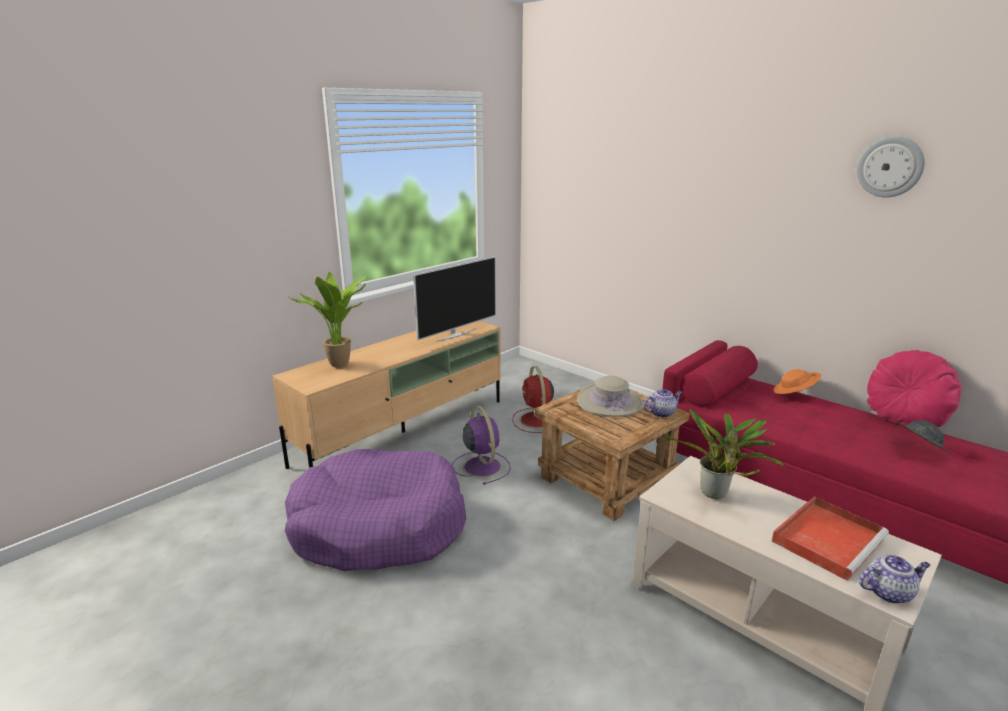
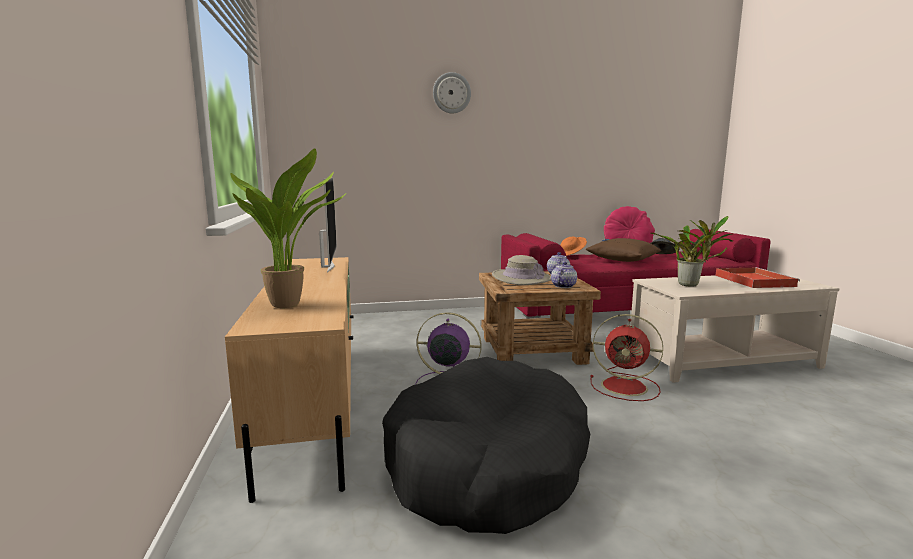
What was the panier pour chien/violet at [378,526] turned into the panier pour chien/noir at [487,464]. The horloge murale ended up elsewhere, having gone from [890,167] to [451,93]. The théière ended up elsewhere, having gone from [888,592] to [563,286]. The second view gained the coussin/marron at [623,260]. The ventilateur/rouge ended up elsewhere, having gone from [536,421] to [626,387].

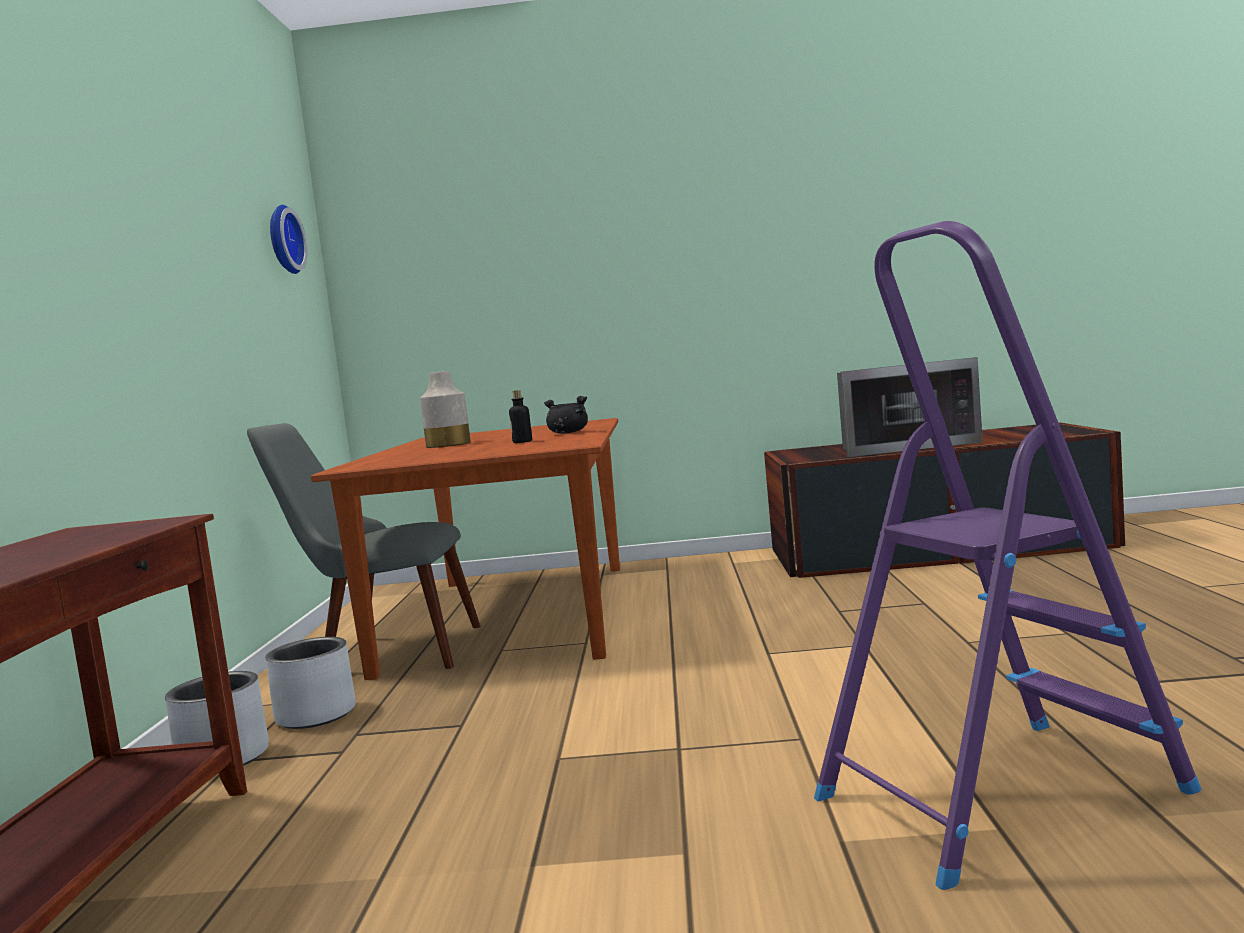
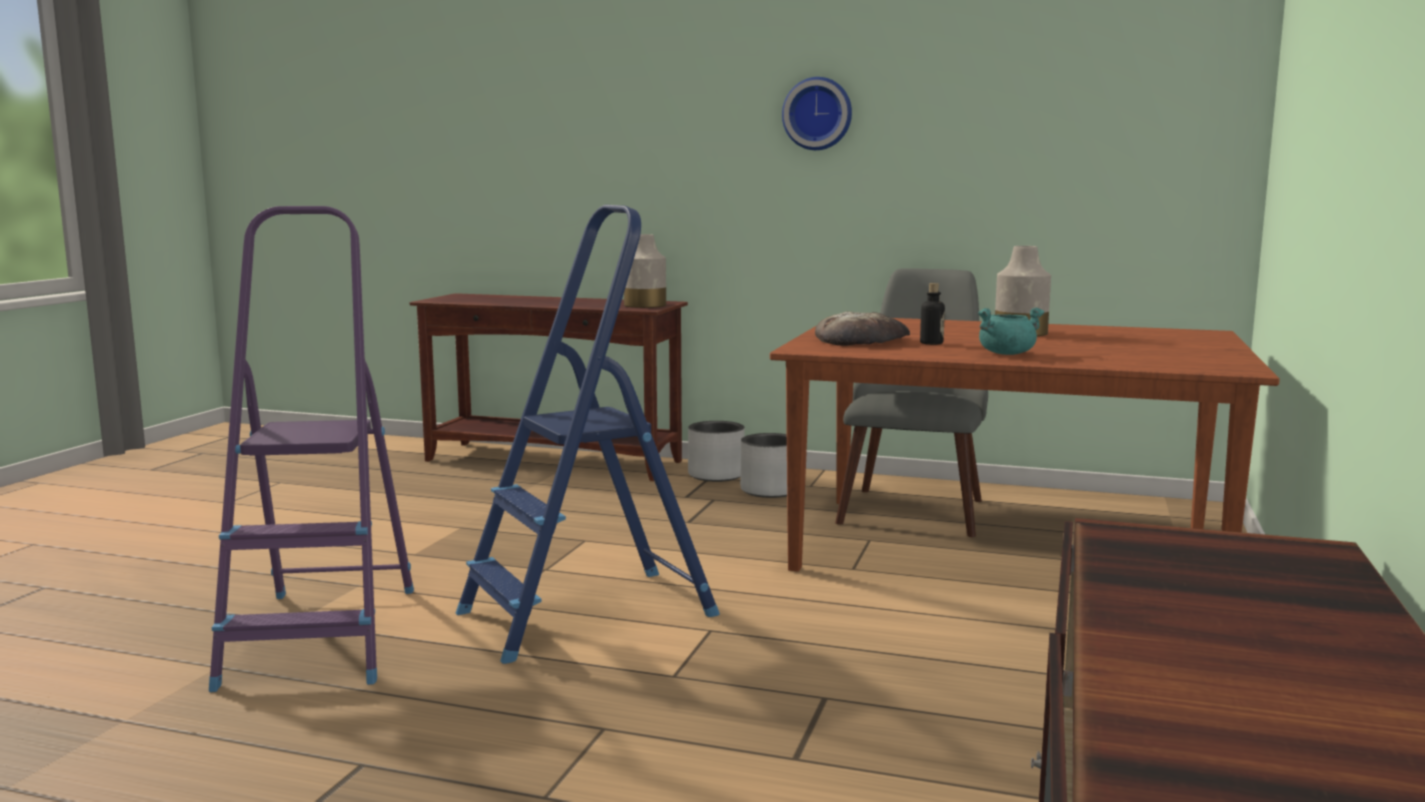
The second view gained the escabeau/bleu at [584,614]. The second view gained the vase/beige at [644,305]. The horloge murale ended up elsewhere, having gone from [282,240] to [818,114]. The second view gained the pain at [861,340]. What was the marmite/noir at [567,433] turned into the marmite/turquoise at [1007,353]. The second view lost the micro-ondes at [903,446].

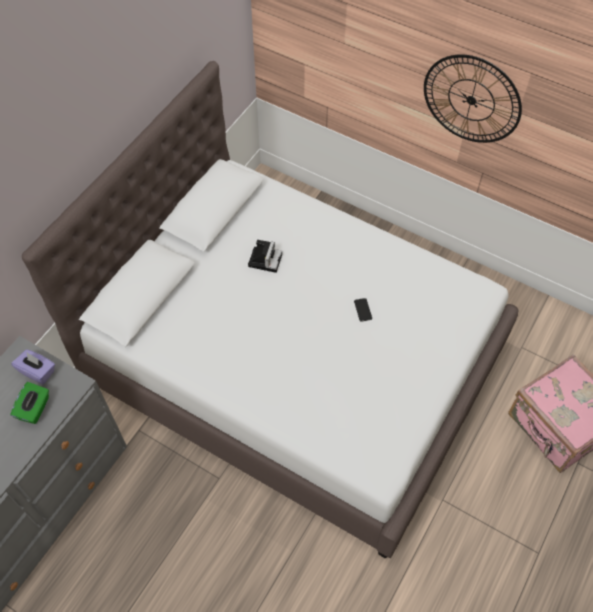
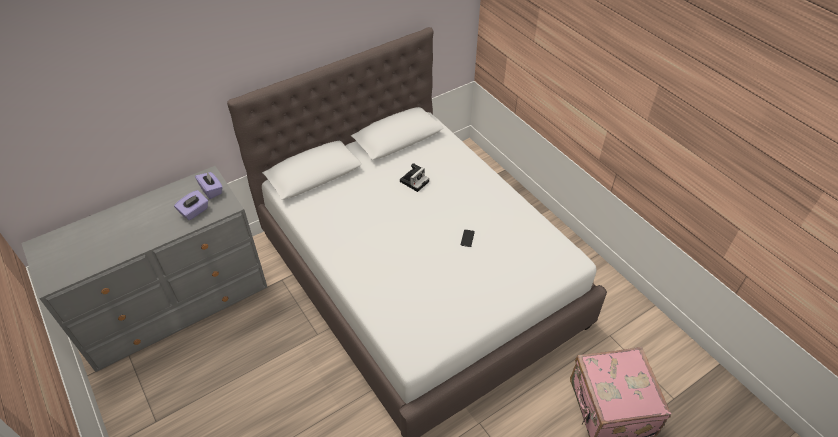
What was the boîte à mouchoirs/vert at [34,409] turned into the boîte à mouchoirs/violet at [194,211]. The second view lost the horloge murale at [471,100].

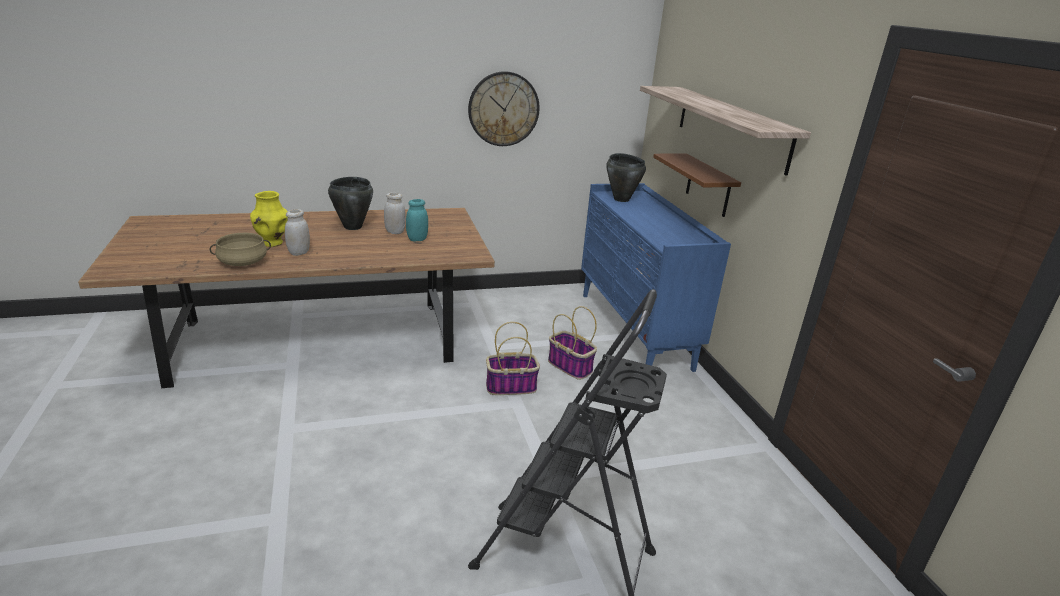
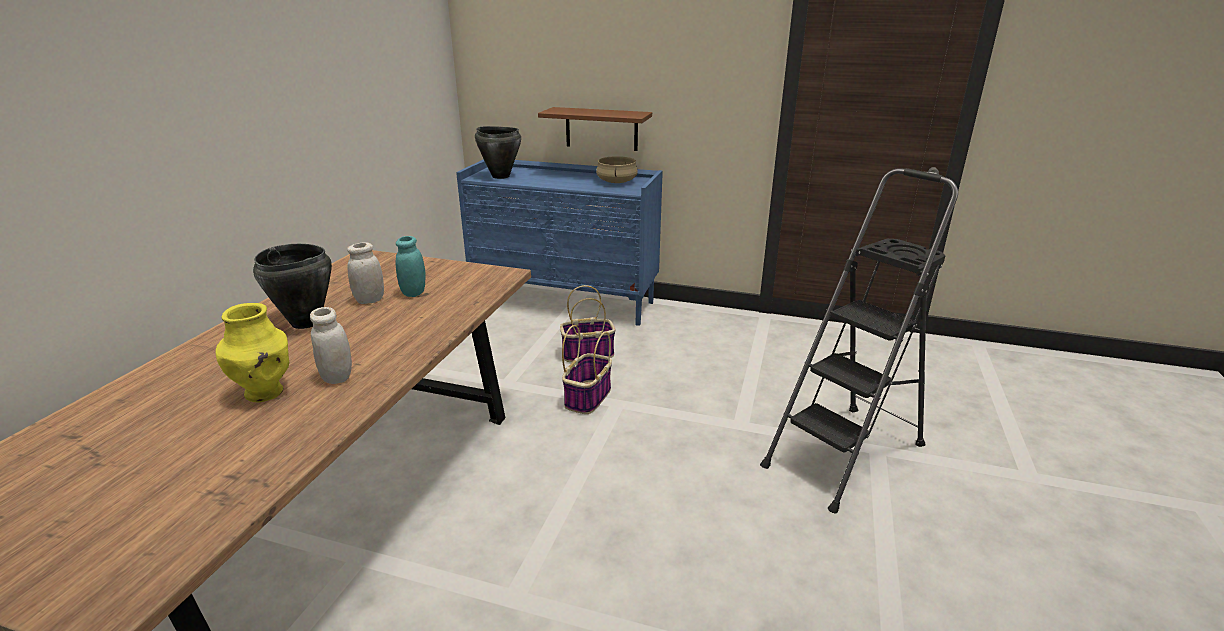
The marmite/beige ended up elsewhere, having gone from [242,263] to [617,182]. The second view lost the horloge murale at [503,109]. The second view lost the étagère at [731,127].

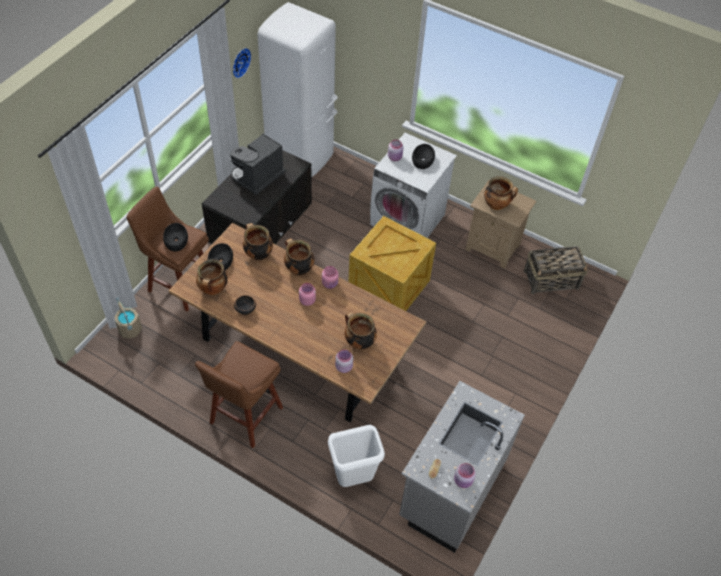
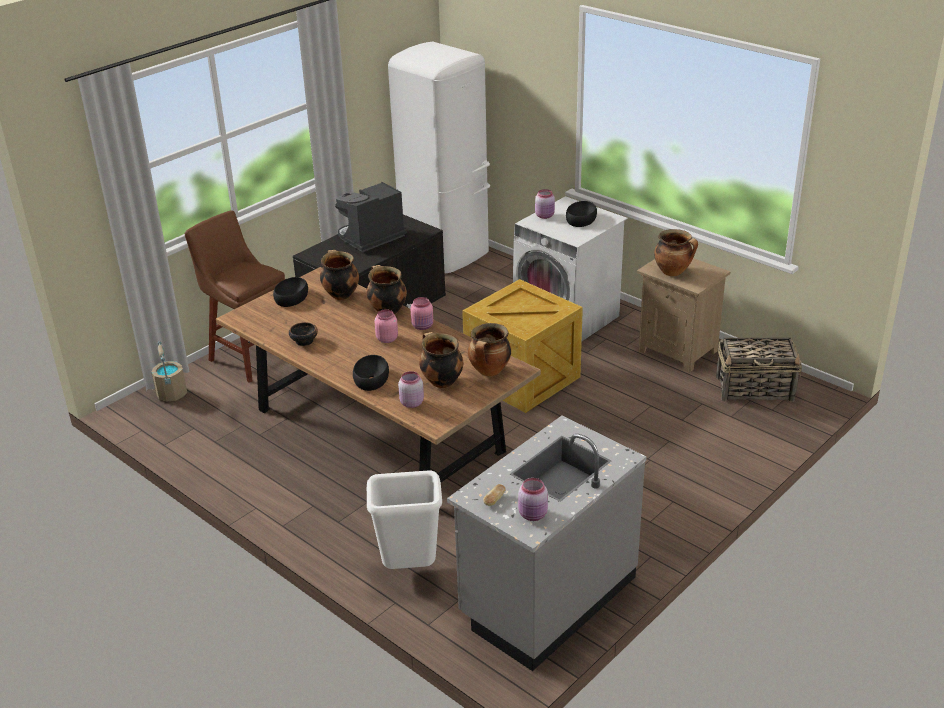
The bol/noir ended up elsewhere, having gone from [175,240] to [370,378]. The marmite ended up elsewhere, having gone from [213,290] to [489,372]. The second view lost the tabouret/marron at [245,416]. The second view lost the horloge murale at [239,62].

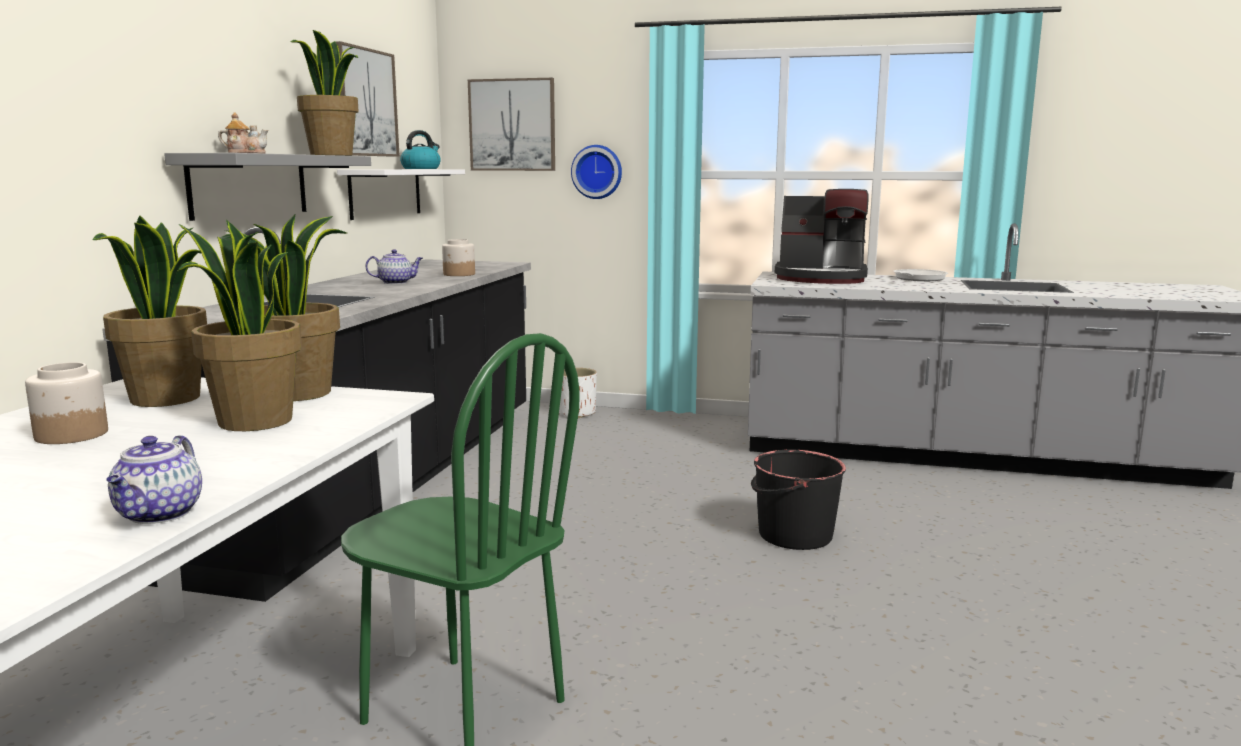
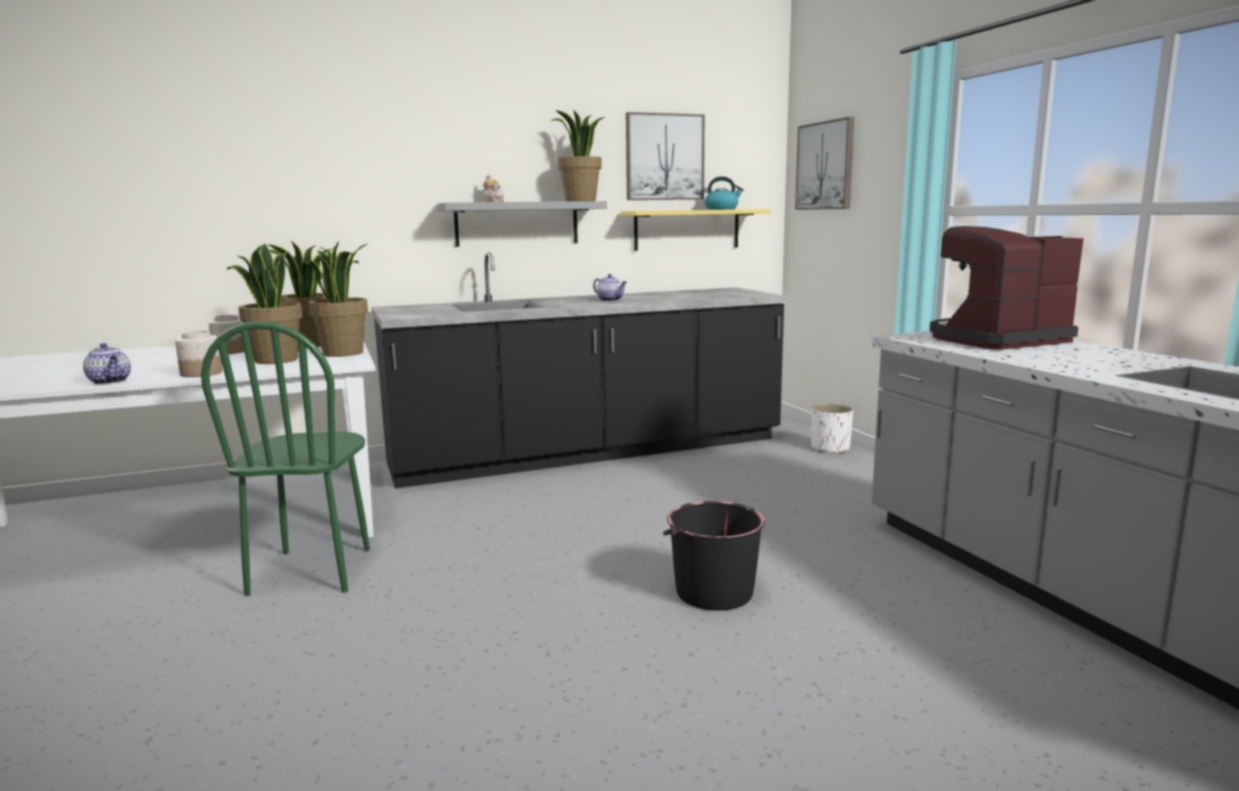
The théière at [159,515] ended up facing another way, 105 degrees counterclockwise from before. The bocal ended up elsewhere, having gone from [459,274] to [201,373]. What was the étagère/blanc at [385,193] turned into the étagère/jaune at [687,229]. The machine à café at [821,278] ended up facing another way, 90 degrees clockwise from before. The second view lost the horloge murale at [597,172]. The second view lost the poêle at [917,279].

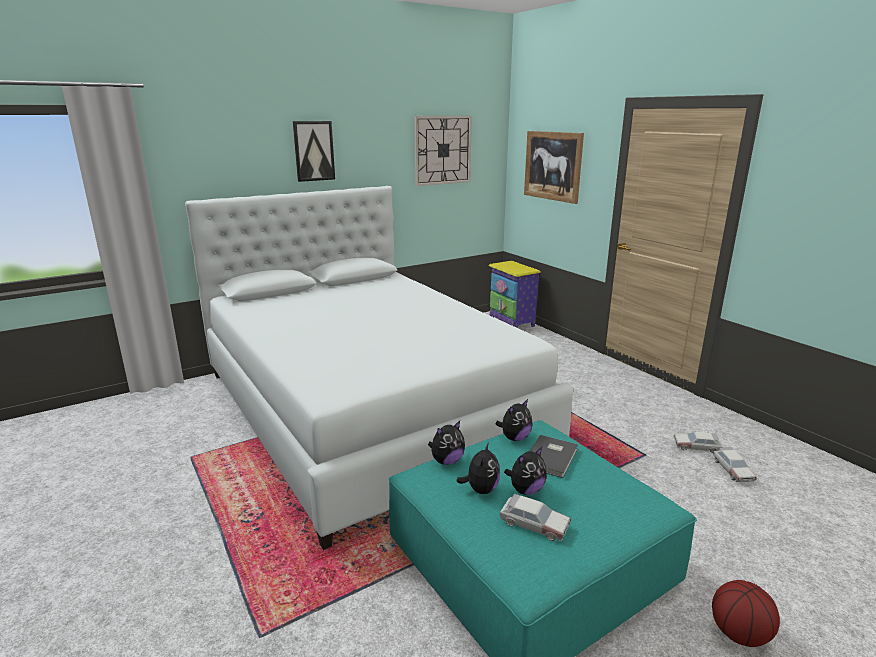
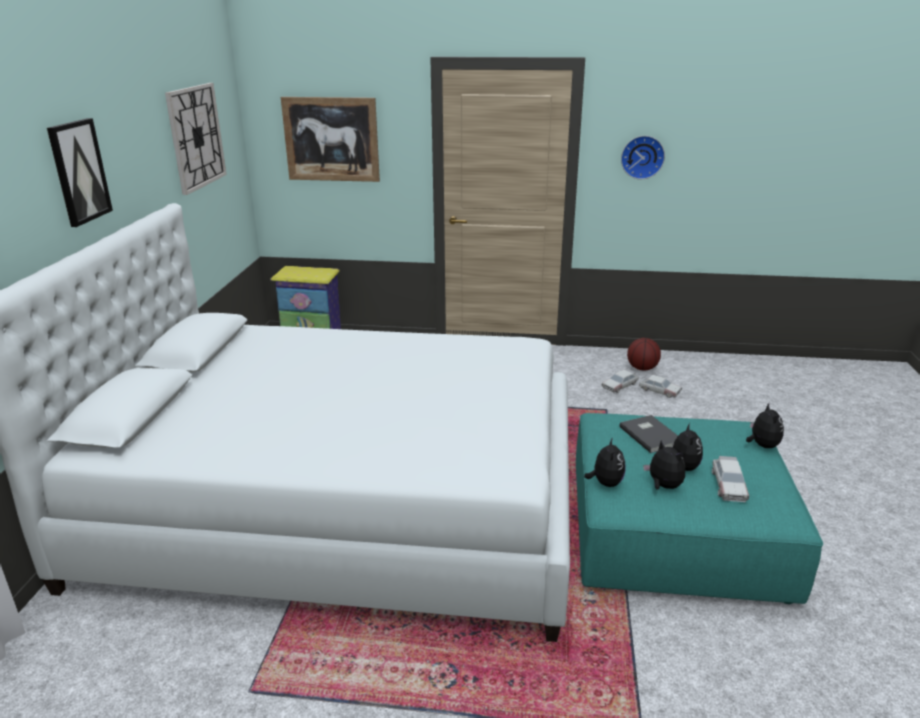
The second view gained the horloge murale at [642,157]. The ballon de basket ended up elsewhere, having gone from [739,634] to [642,368]. The petite voiture at [533,524] ended up facing another way, 120 degrees clockwise from before. The peluche ended up elsewhere, having gone from [514,438] to [762,445].

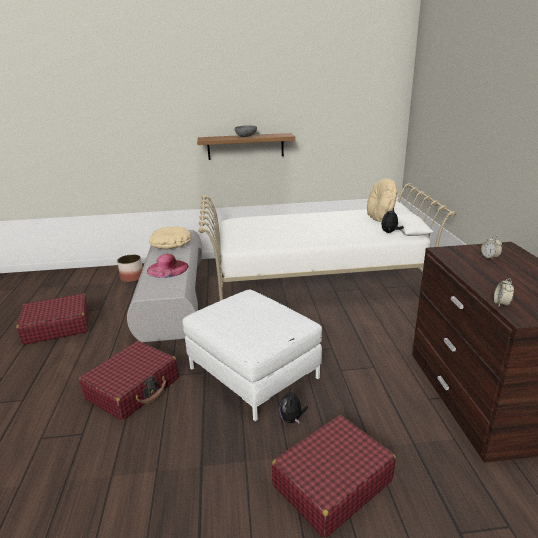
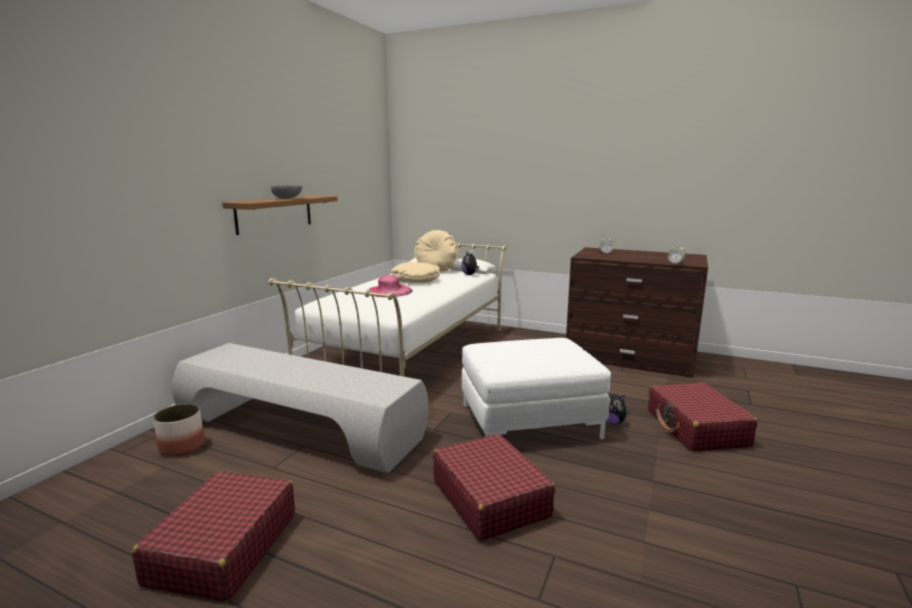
The chapeau/rose ended up elsewhere, having gone from [167,268] to [389,291]. The coussin/beige ended up elsewhere, having gone from [171,244] to [417,280].

